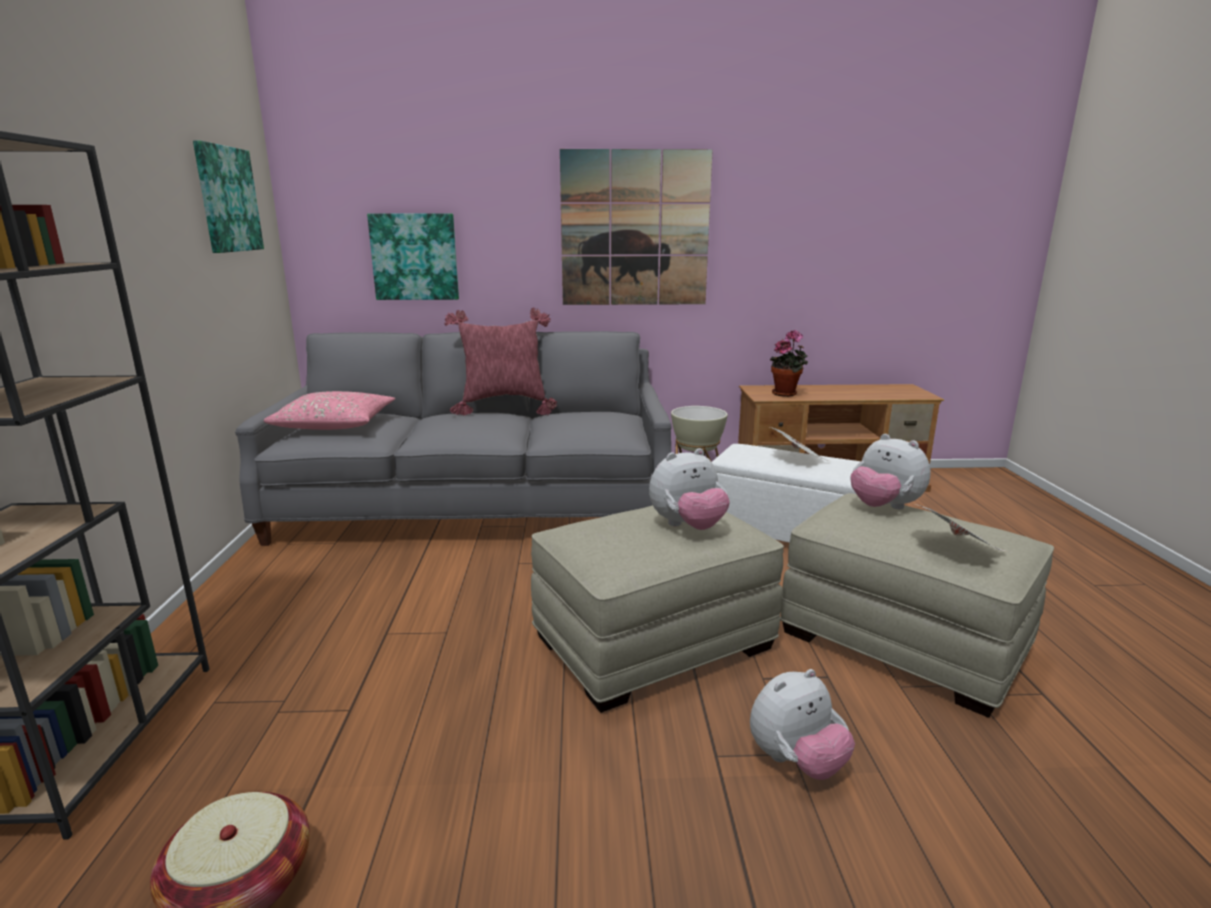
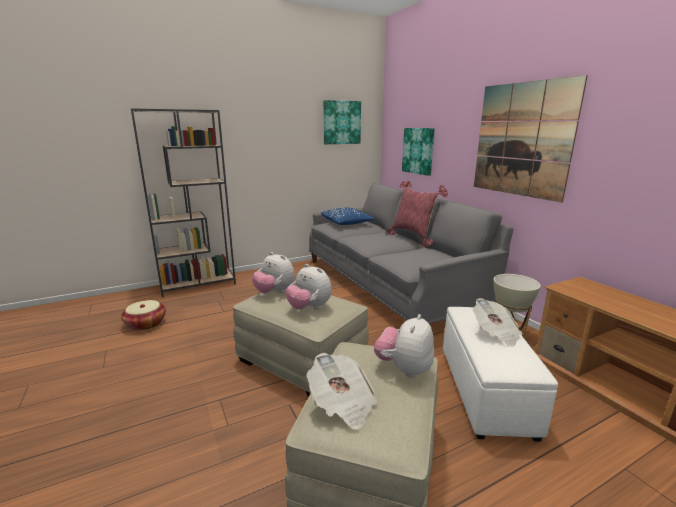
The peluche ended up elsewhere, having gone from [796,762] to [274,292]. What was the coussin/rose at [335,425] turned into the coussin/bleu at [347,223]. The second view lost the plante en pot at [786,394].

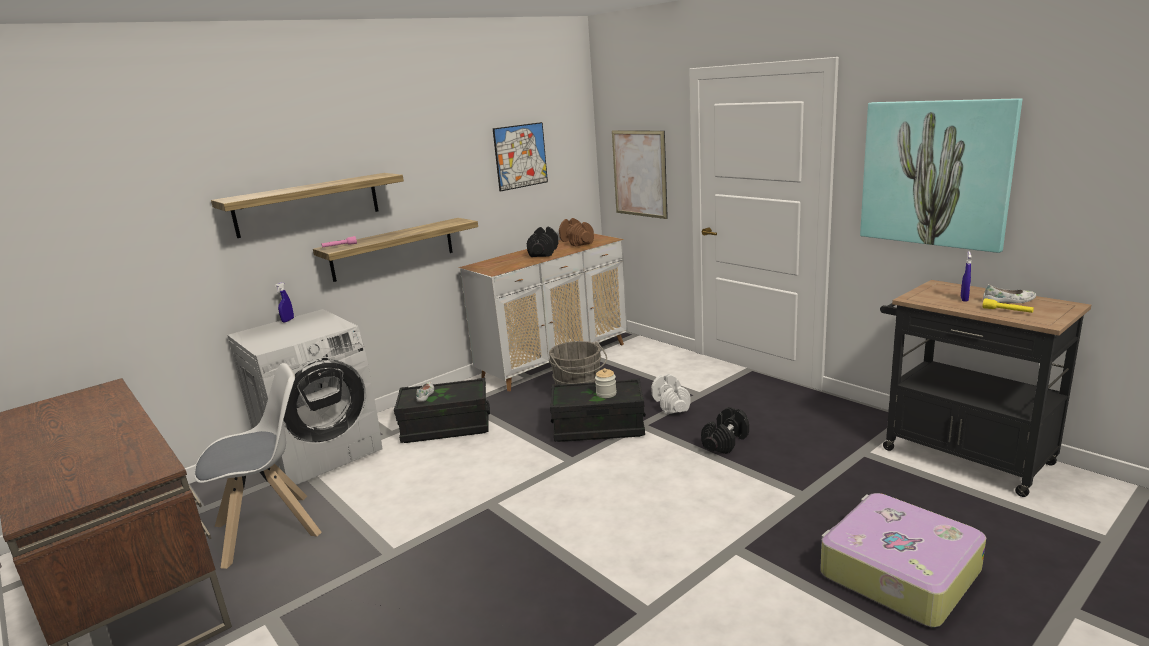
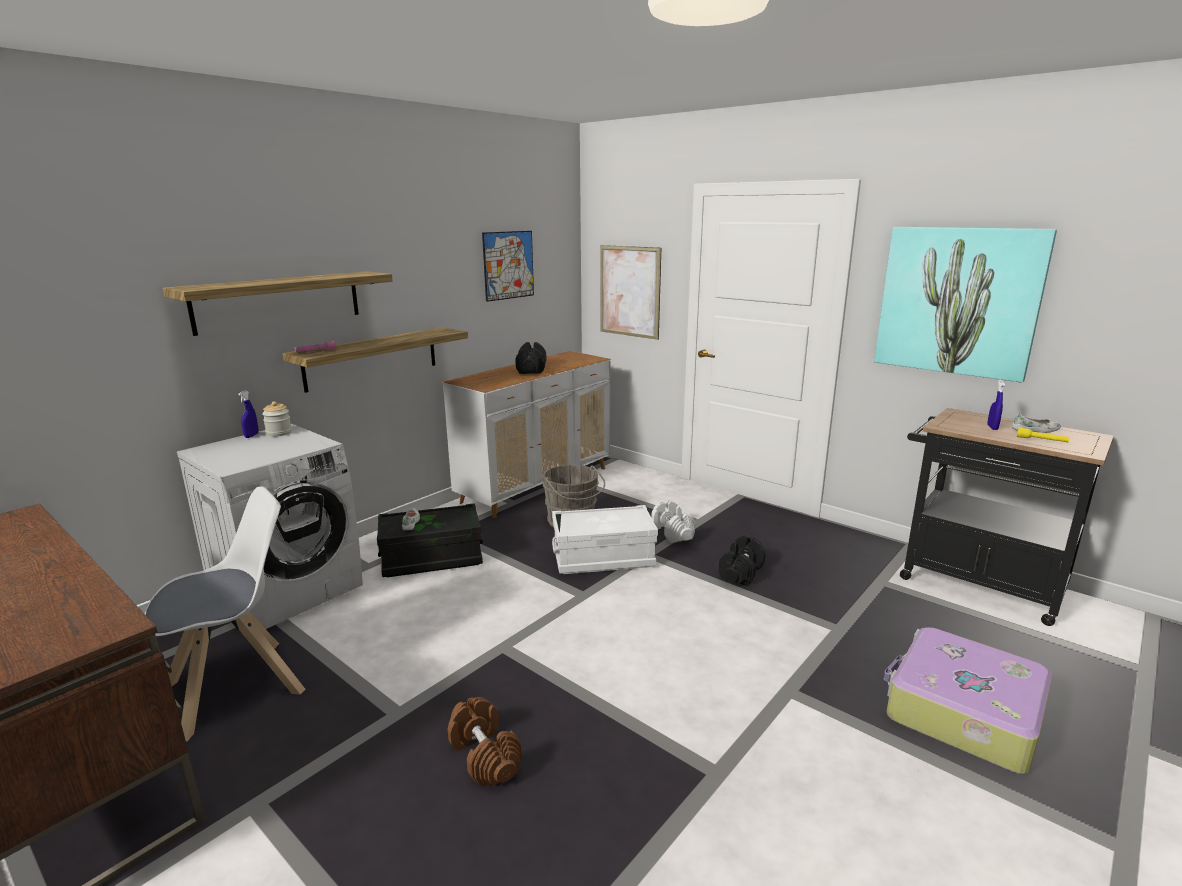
The bocal ended up elsewhere, having gone from [606,394] to [279,433]. The haltère/marron ended up elsewhere, having gone from [576,242] to [484,755]. What was the boîte de rangement/noir at [598,428] turned into the boîte de rangement/blanc at [603,558].

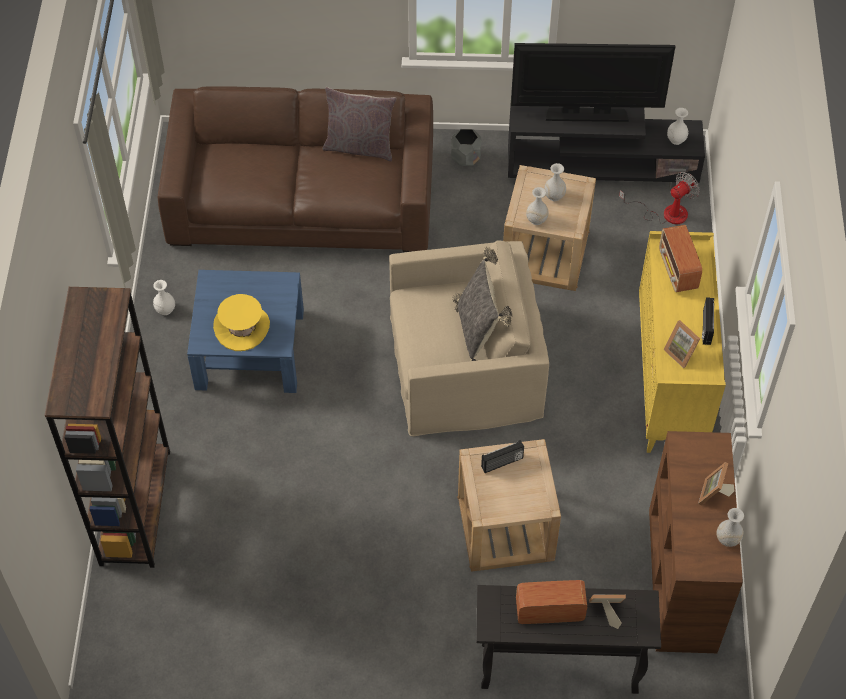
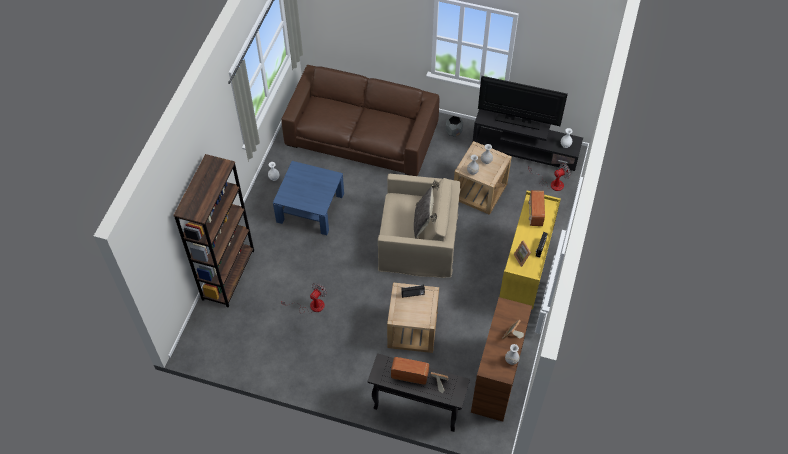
The second view gained the ventilateur at [311,306]. The second view lost the chapeau/jaune at [242,328]. The second view lost the coussin/gris at [359,146].

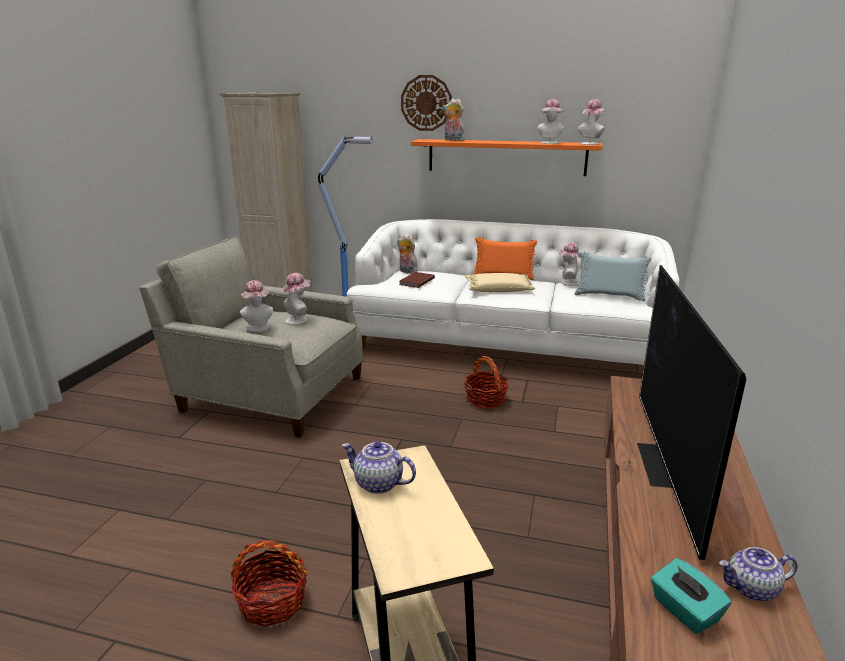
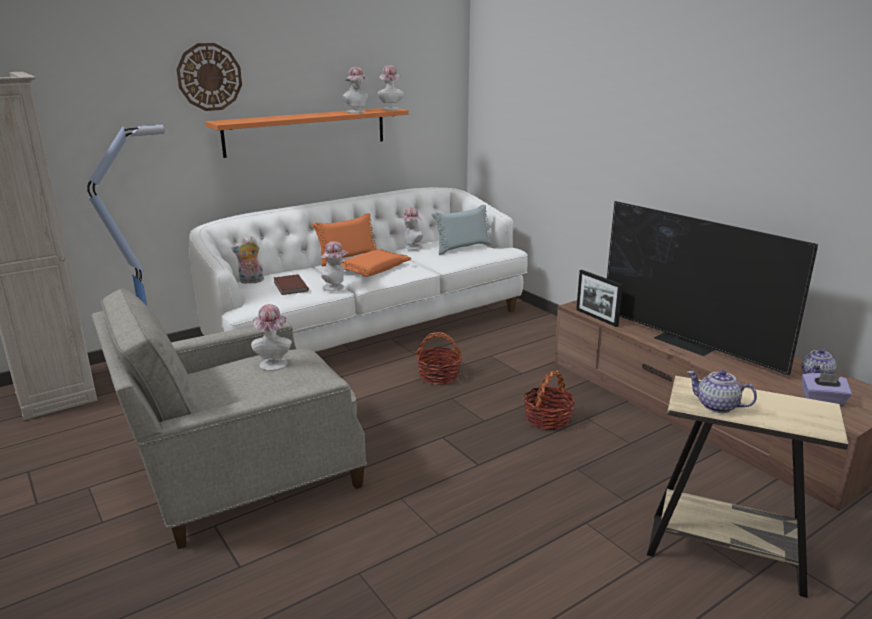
The chapeau ended up elsewhere, having gone from [258,329] to [336,287]. What was the coussin/beige at [498,287] turned into the coussin/orange at [373,268]. The panier ended up elsewhere, having gone from [272,601] to [547,419]. The second view gained the cadre photo at [596,318]. The théière at [378,483] ended up facing another way, 60 degrees clockwise from before. What was the boîte à mouchoirs/turquoise at [684,611] turned into the boîte à mouchoirs/violet at [822,400]. The second view lost the peluche at [453,140].

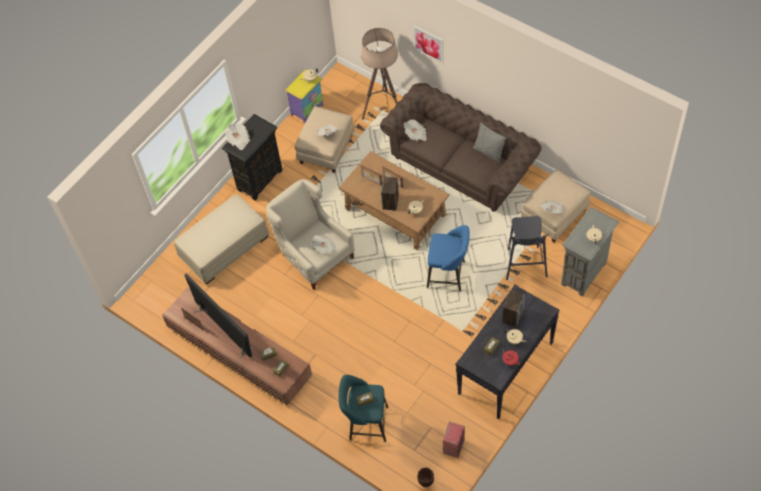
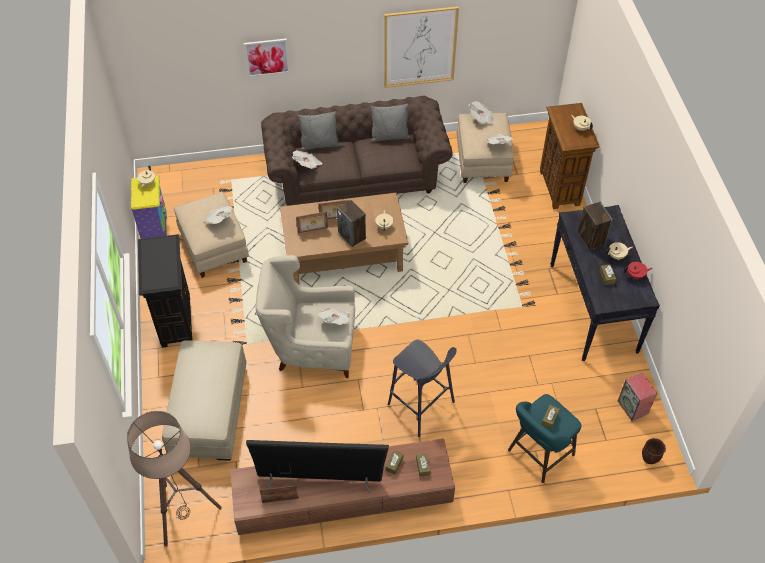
The lampadaire ended up elsewhere, having gone from [384,111] to [184,513]. The second view gained the coussin/gris at [319,145]. The second view gained the tableau at [420,47]. The tabouret/gris ended up elsewhere, having gone from [525,264] to [420,406]. The journal ended up elsewhere, having gone from [238,140] to [481,119]. What was the meuble de rangement/gris at [584,275] turned into the meuble de rangement/marron at [560,188]. The second view lost the tabouret/bleu at [448,275].

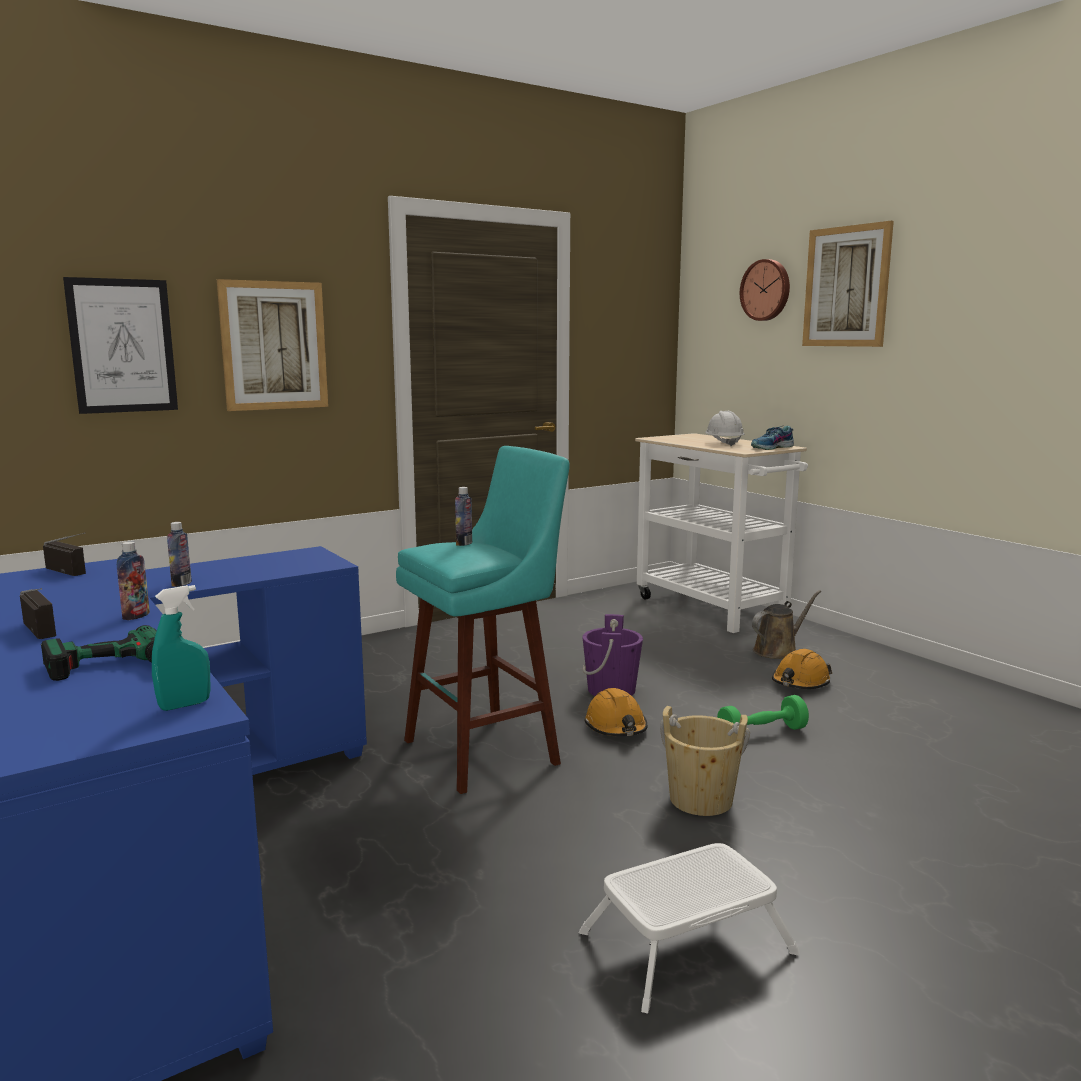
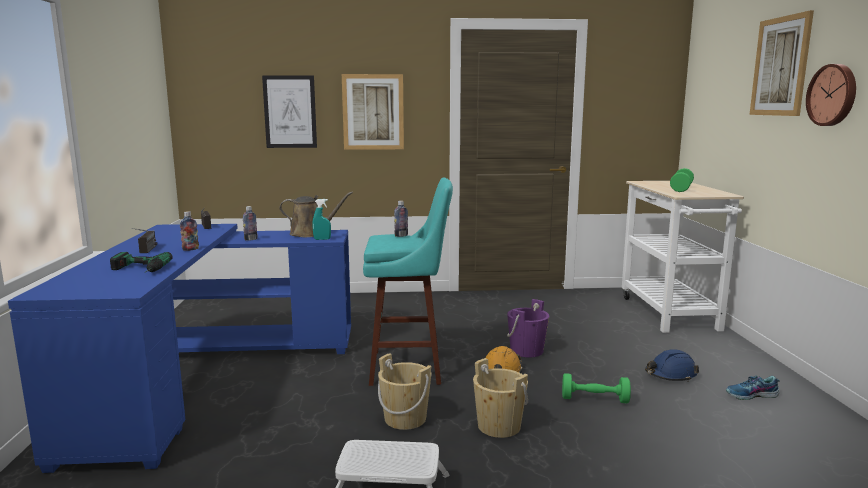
The arrosoir/marron ended up elsewhere, having gone from [778,651] to [310,234]. The vaporisateur/turquoise ended up elsewhere, having gone from [184,705] to [322,239]. The second view gained the seau/beige at [405,419]. What was the casque de chantier/orange at [800,683] turned into the casque de chantier/bleu at [670,375]. Where the casque de chantier/blanc stood at [723,443], the haltère/vert came to stand at [681,189]. The chaussure ended up elsewhere, having gone from [772,448] to [751,395]. The horloge murale ended up elsewhere, having gone from [766,290] to [833,95].

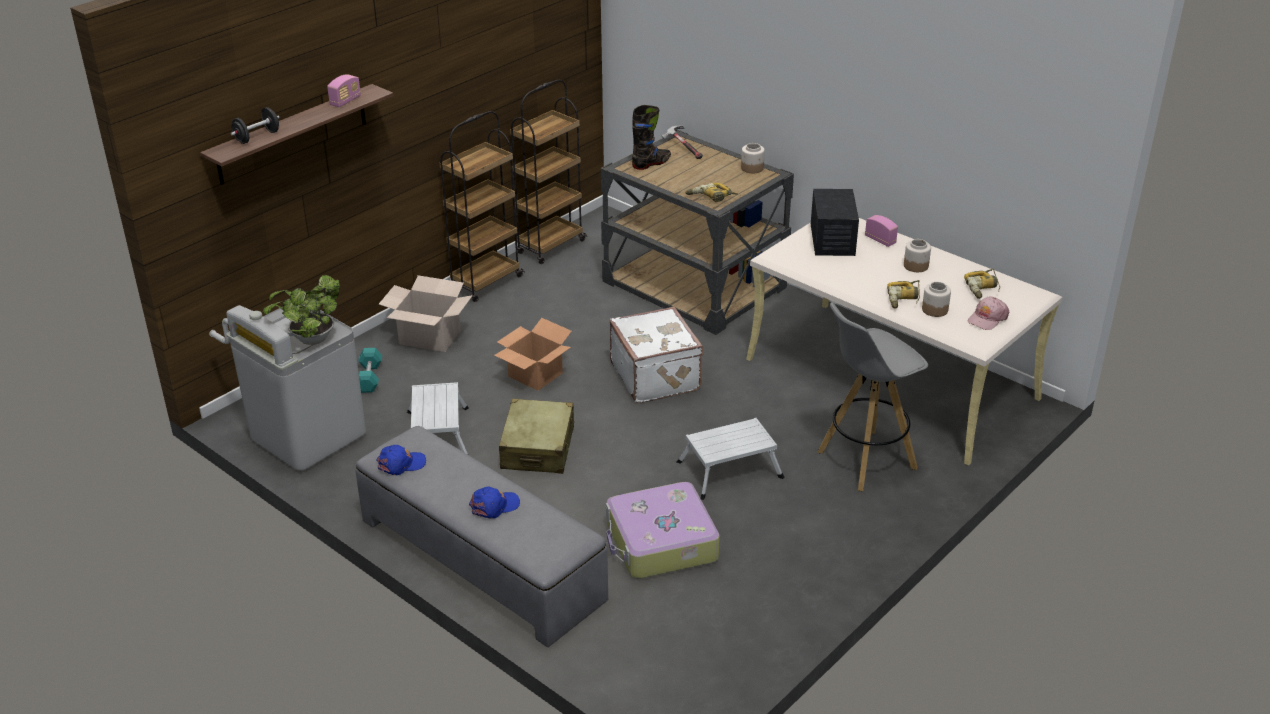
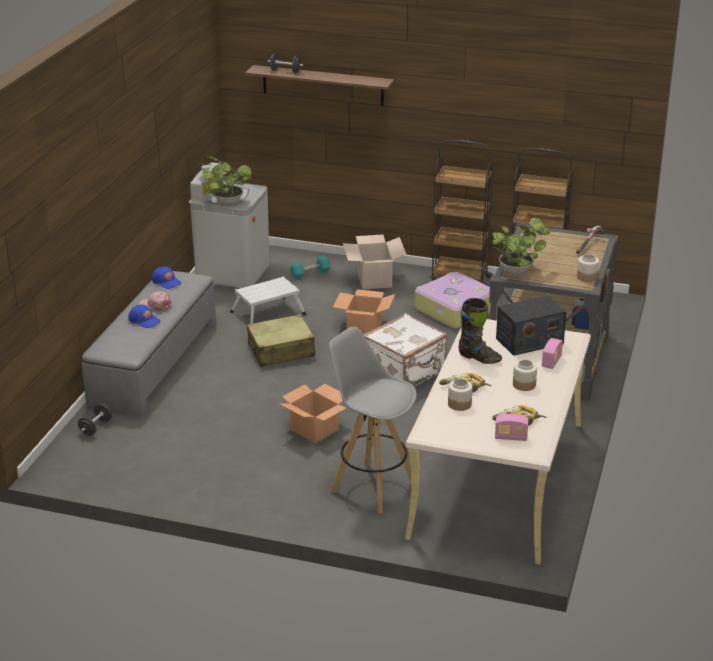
The second view gained the haltère/noir at [95,428]. The casquette/rose ended up elsewhere, having gone from [987,318] to [156,305]. Where the escabeau/blanc stood at [729,470], the carton came to stand at [313,429]. The valise ended up elsewhere, having gone from [660,543] to [453,309]. The botte/noir ended up elsewhere, having gone from [651,163] to [479,358]. Where the perceuse stood at [710,197], the plante en pot came to stand at [517,271]. The radio ended up elsewhere, having gone from [345,101] to [510,437].

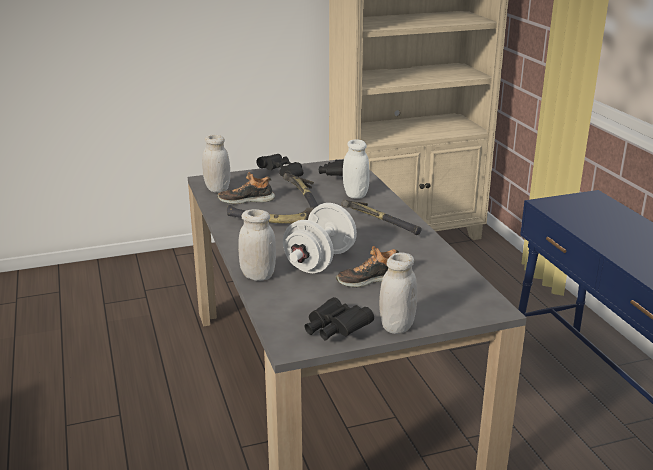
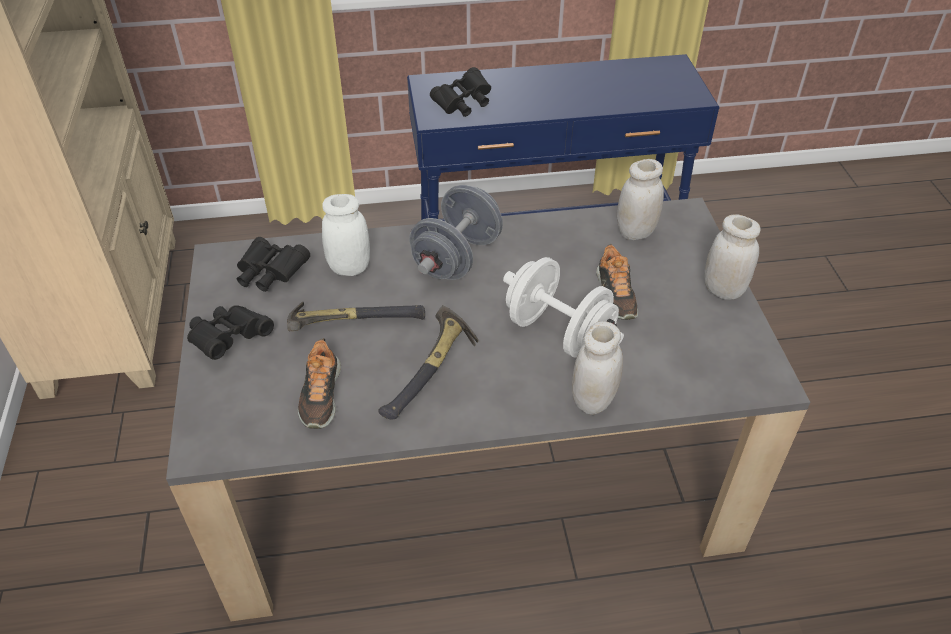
Where the marteau stood at [382,223], the haltère/gris came to stand at [457,257]. The jumelles/noir ended up elsewhere, having gone from [335,331] to [463,104]. The bocal/blanc ended up elsewhere, having gone from [217,189] to [635,232].

